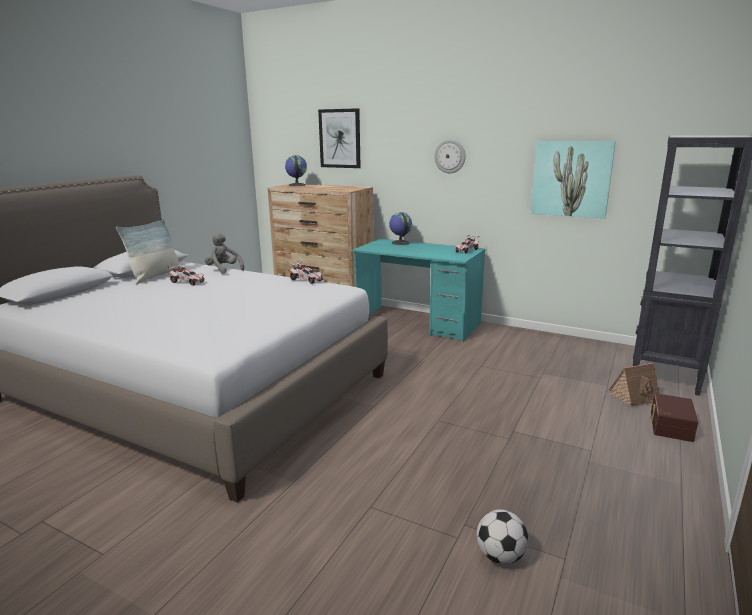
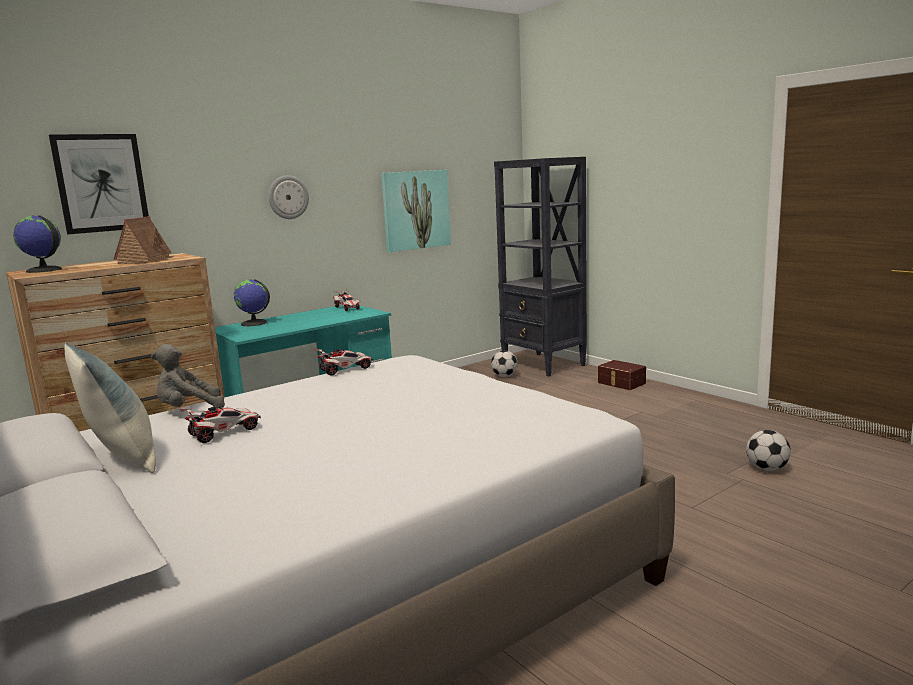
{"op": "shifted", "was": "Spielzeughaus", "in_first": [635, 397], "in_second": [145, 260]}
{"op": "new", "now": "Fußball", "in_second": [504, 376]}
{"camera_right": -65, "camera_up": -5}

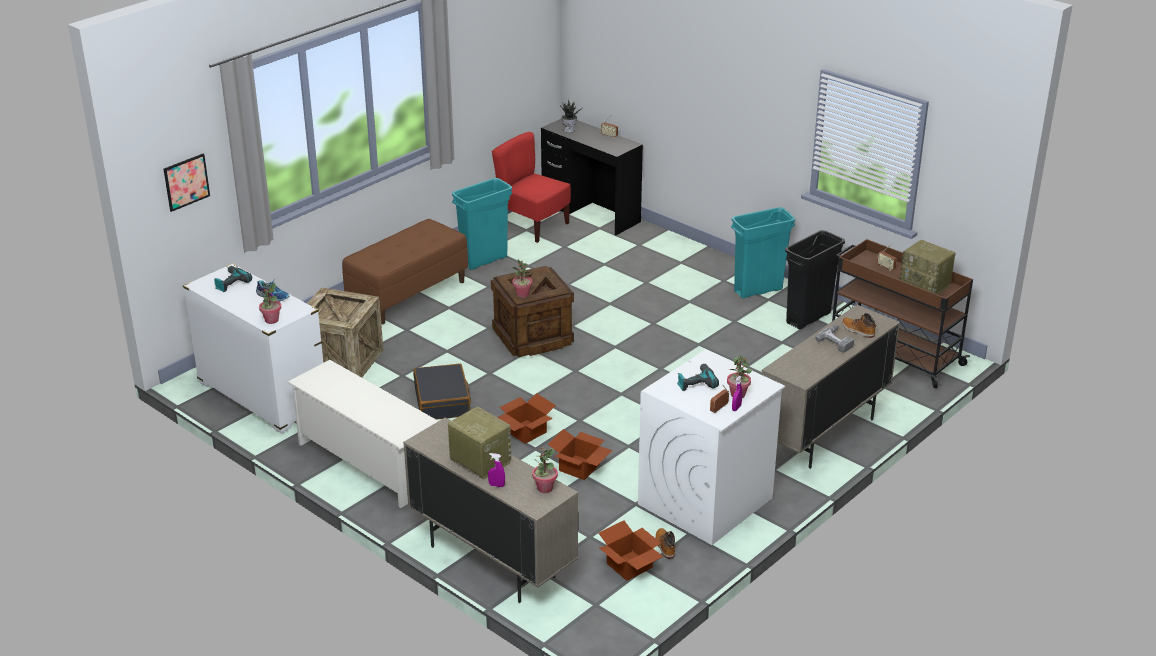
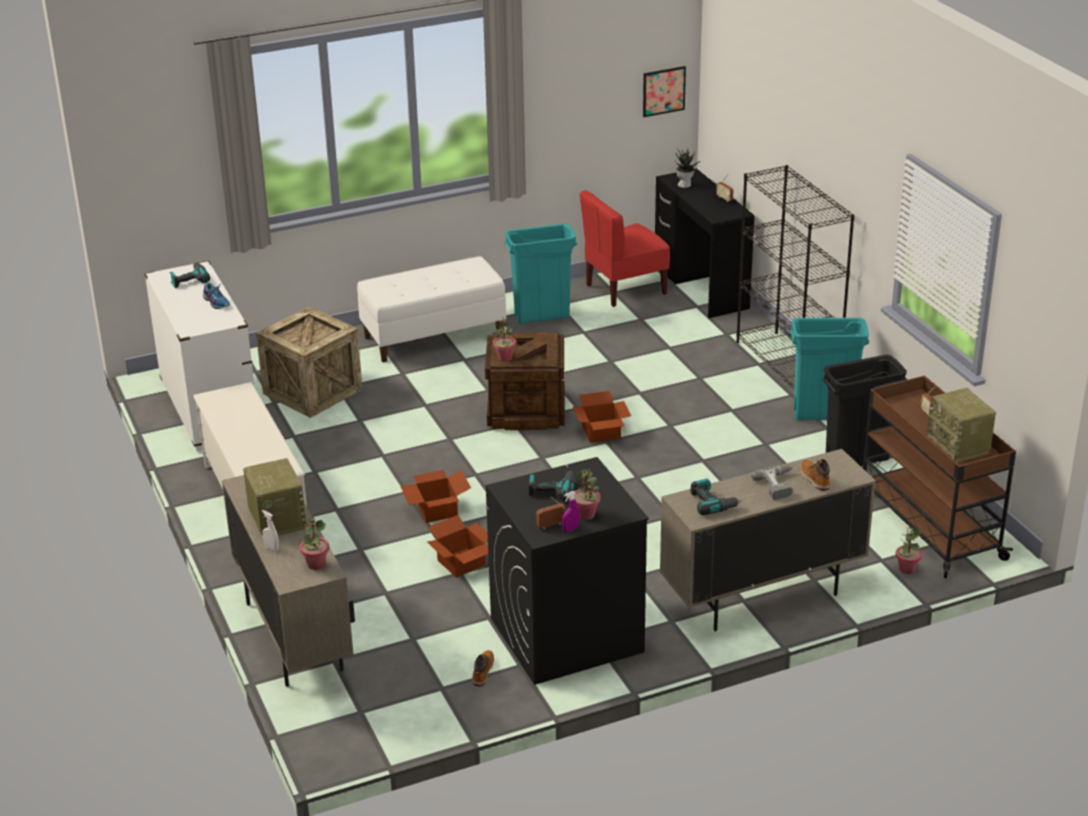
{"op": "repainted", "was": "Sprühflasche [lila]", "now": "Sprühflasche [weiß]", "in_first": [496, 485], "in_second": [271, 548]}
{"op": "repainted", "was": "Bank [braun]", "now": "Bank [weiß]", "in_first": [408, 294], "in_second": [434, 336]}
{"op": "repainted", "was": "Waschmaschine [weiß]", "now": "Waschmaschine [schwarz]", "in_first": [705, 501], "in_second": [565, 635]}
{"op": "shifted", "was": "Karton", "in_first": [629, 566], "in_second": [601, 433]}
{"op": "rotated", "was": "Stuhl [rot]", "in_first": [533, 226], "in_second": [625, 289], "clockwise": -90}
{"op": "shifted", "was": "Bild", "in_first": [186, 182], "in_second": [663, 91]}
{"op": "new", "now": "Bohrmaschine", "in_second": [712, 503]}
{"op": "new", "now": "Bücherregal [schwarz]", "in_second": [787, 365]}
{"op": "shifted", "was": "Topfpflanze", "in_first": [271, 320], "in_second": [906, 569]}
{"op": "gone", "was": "Koffer [schwarz]", "in_first": [442, 401]}
{"camera_right": 25, "camera_up": 0}

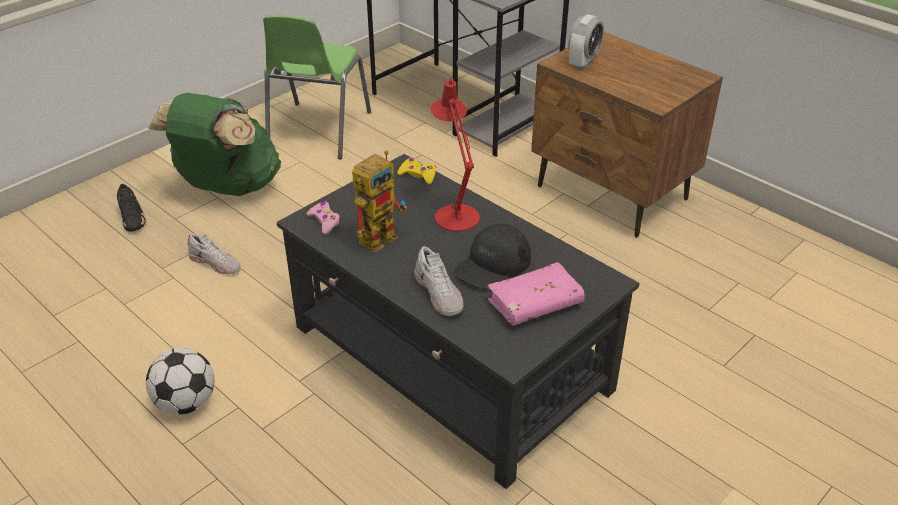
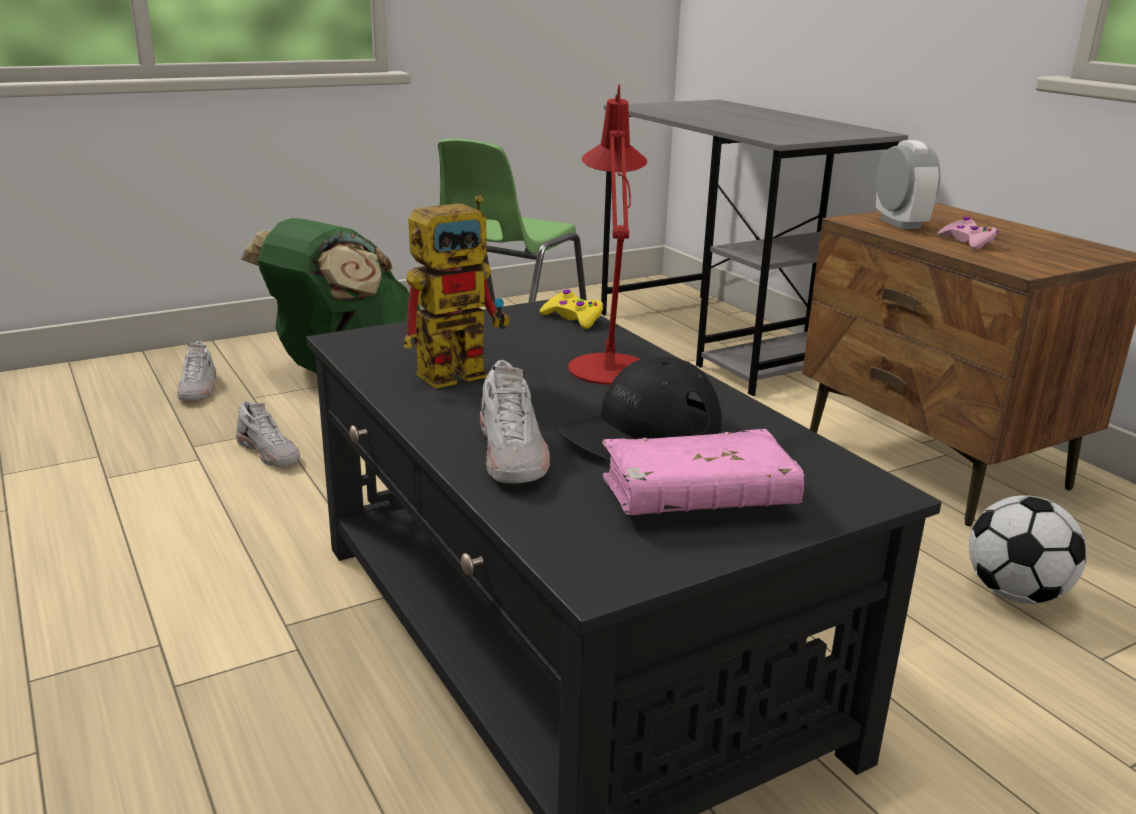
{"op": "repainted", "was": "Schuh [schwarz]", "now": "Schuh [weiß]", "in_first": [132, 217], "in_second": [199, 388]}
{"op": "rotated", "was": "Wecker", "in_first": [583, 63], "in_second": [900, 223], "clockwise": -60}
{"op": "shifted", "was": "Gamepad [rosa]", "in_first": [325, 221], "in_second": [967, 242]}
{"op": "shifted", "was": "Fußball", "in_first": [186, 403], "in_second": [1015, 594]}
{"camera_right": 15, "camera_up": -15}

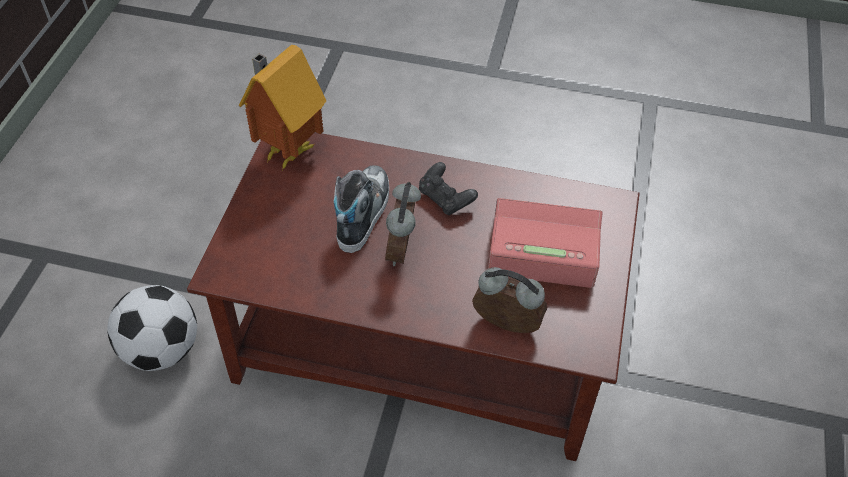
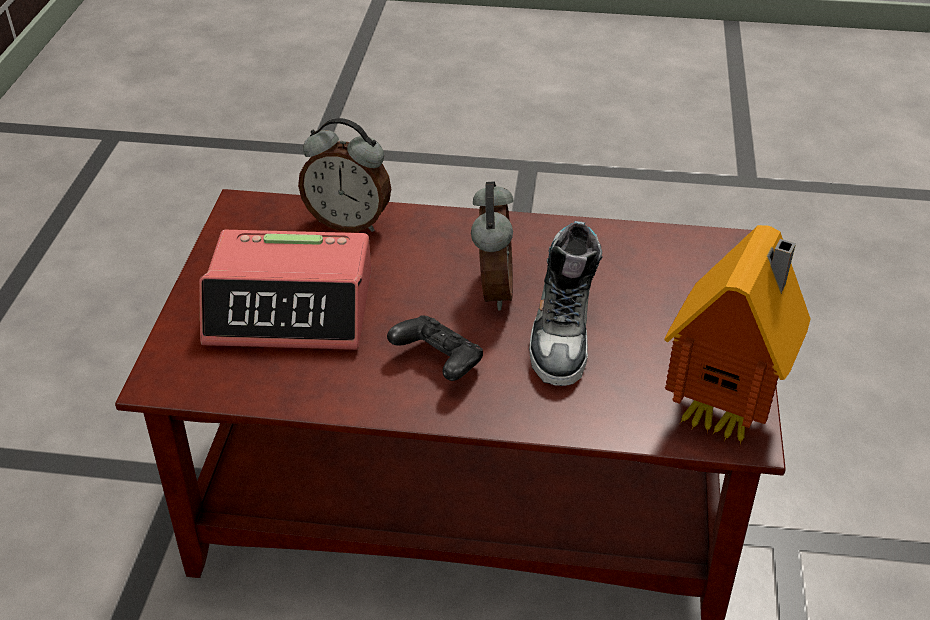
{"op": "gone", "was": "Fußball", "in_first": [162, 350]}
{"camera_right": 175, "camera_up": -10}

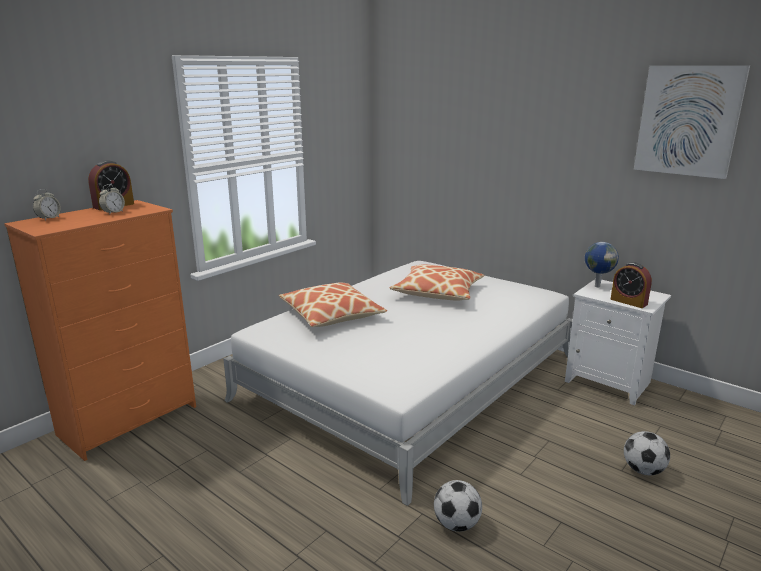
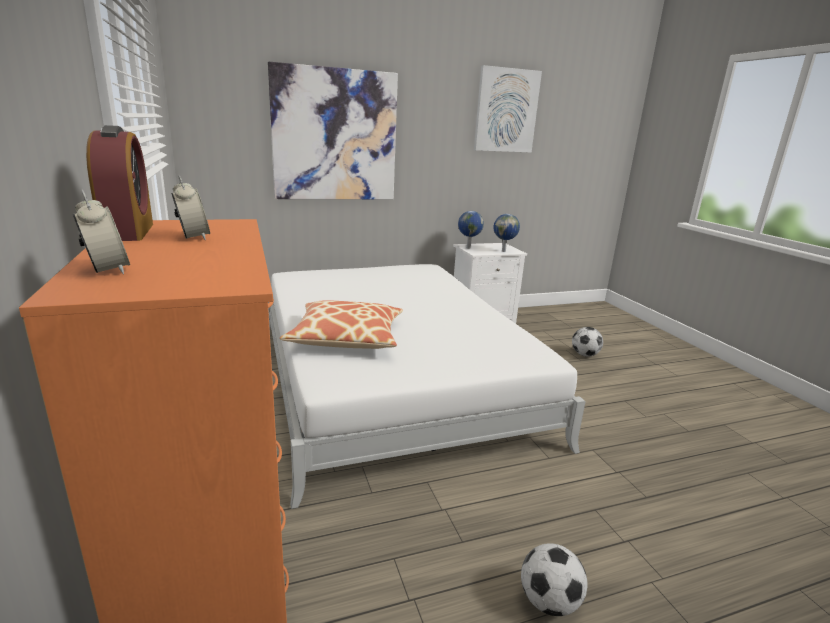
{"op": "new", "now": "Bild", "in_second": [335, 136]}
{"op": "swapped", "was": "Wecker", "now": "Globus", "in_first": [628, 302], "in_second": [504, 251]}
{"op": "shifted", "was": "Fußball", "in_first": [456, 524], "in_second": [548, 601]}
{"op": "gone", "was": "Kissen", "in_first": [438, 292]}
{"camera_right": -60, "camera_up": 0}

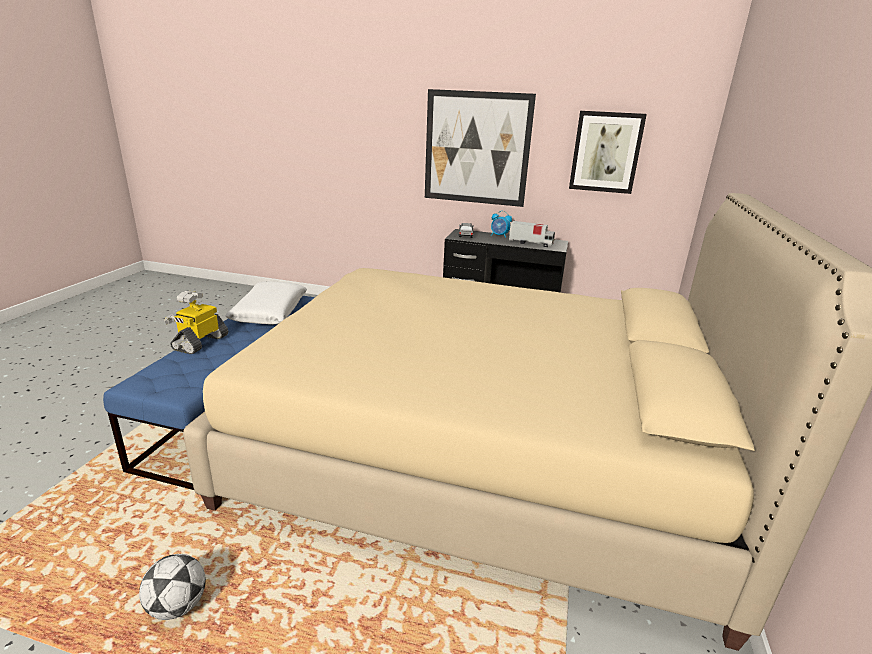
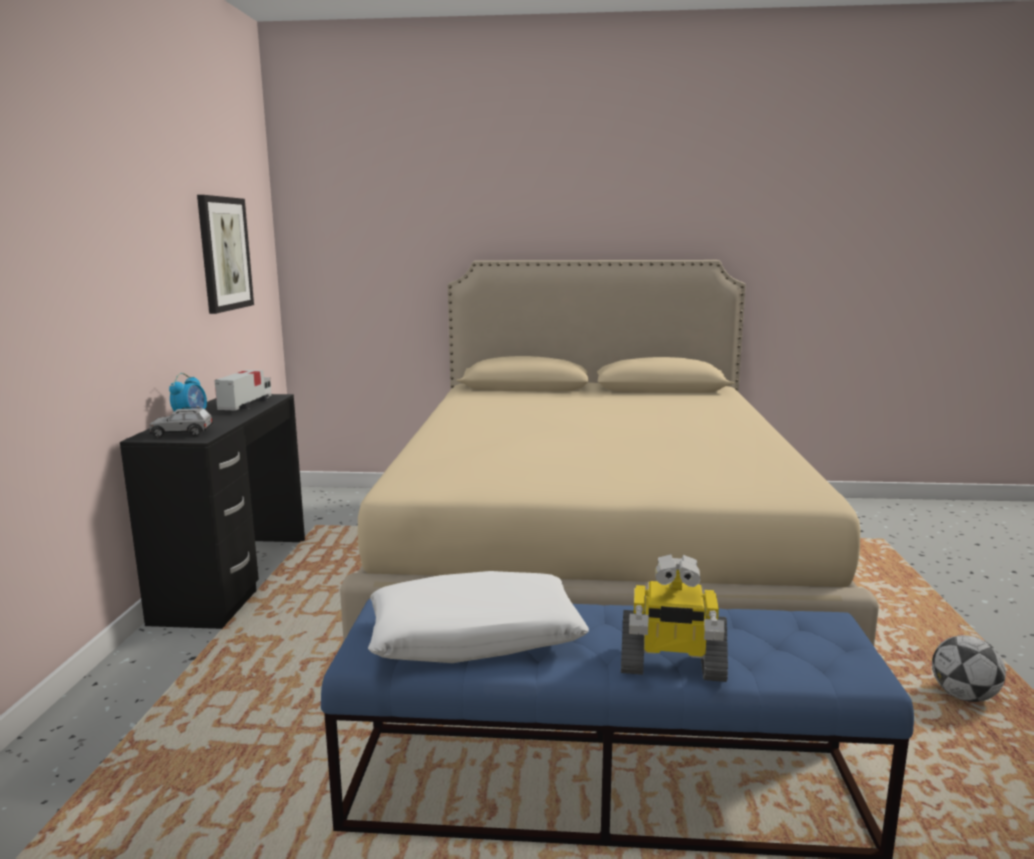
{"op": "gone", "was": "Bild", "in_first": [476, 149]}
{"camera_right": -100, "camera_up": -10}

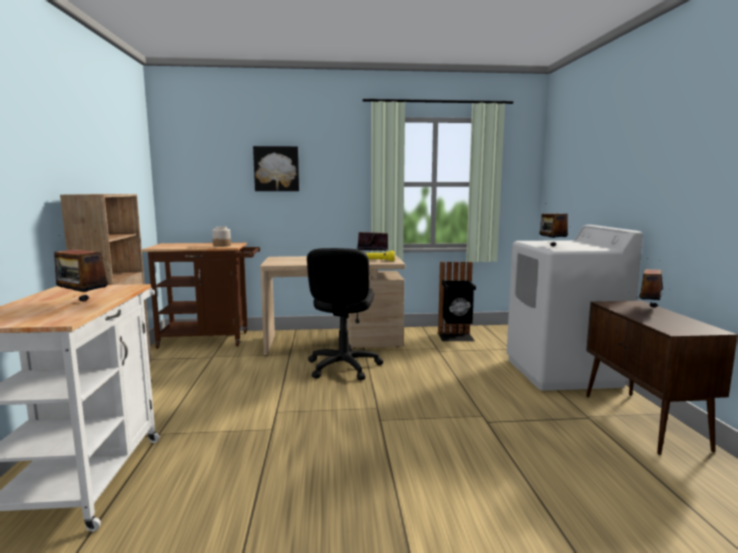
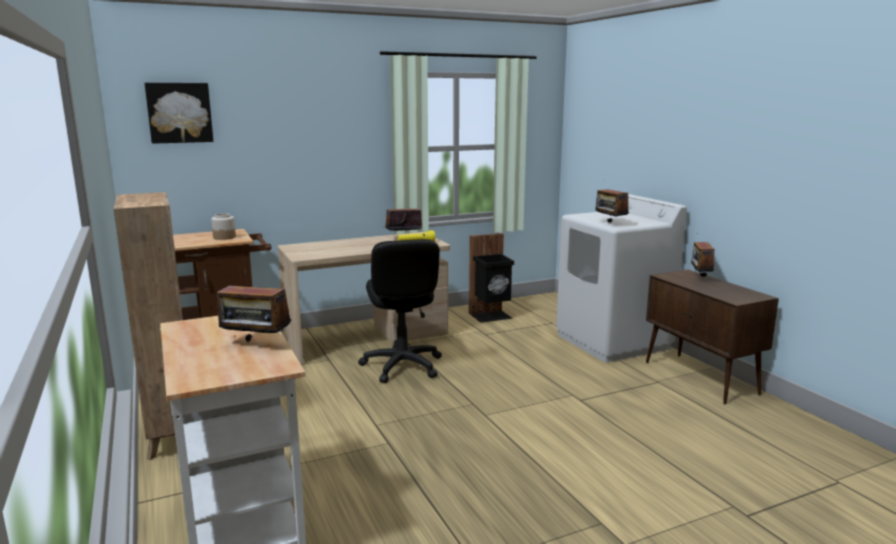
{"op": "shifted", "was": "Bild", "in_first": [276, 169], "in_second": [179, 113]}
{"camera_right": -20, "camera_up": 5}

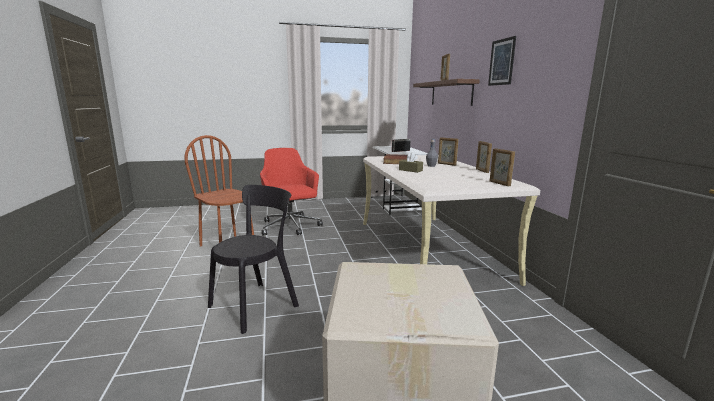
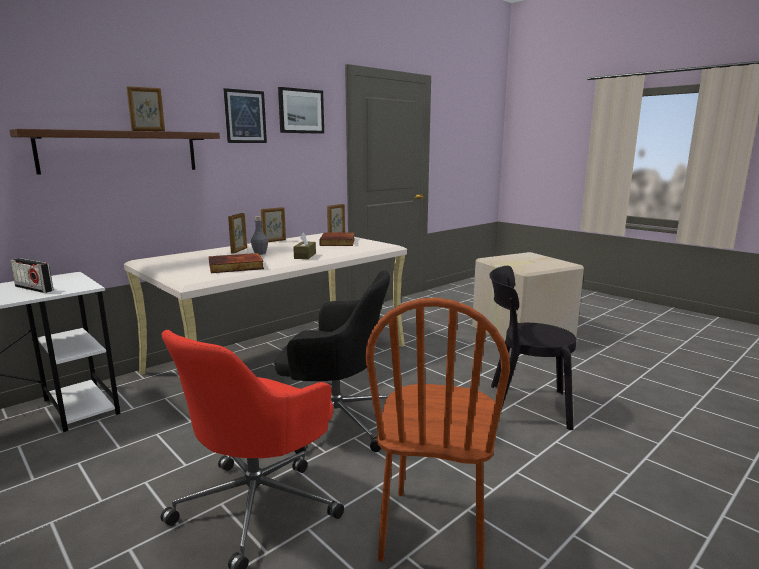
{"op": "new", "now": "Bürostuhl [schwarz]", "in_second": [335, 421]}
{"op": "new", "now": "Bild", "in_second": [301, 111]}
{"op": "new", "now": "Buch", "in_second": [338, 242]}
{"camera_right": -120, "camera_up": 0}

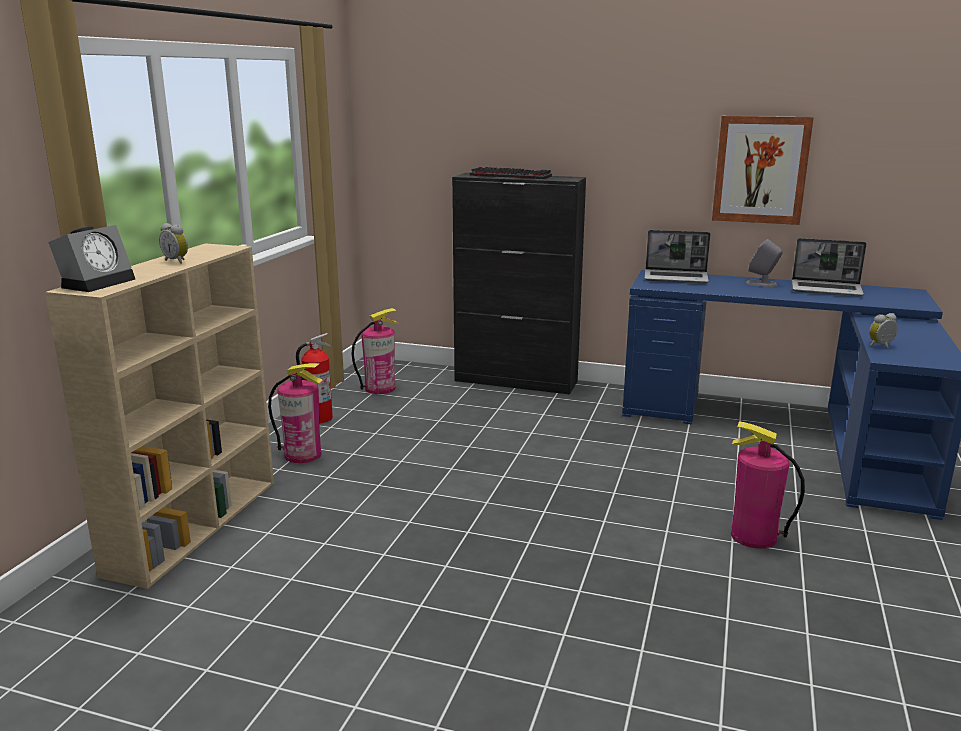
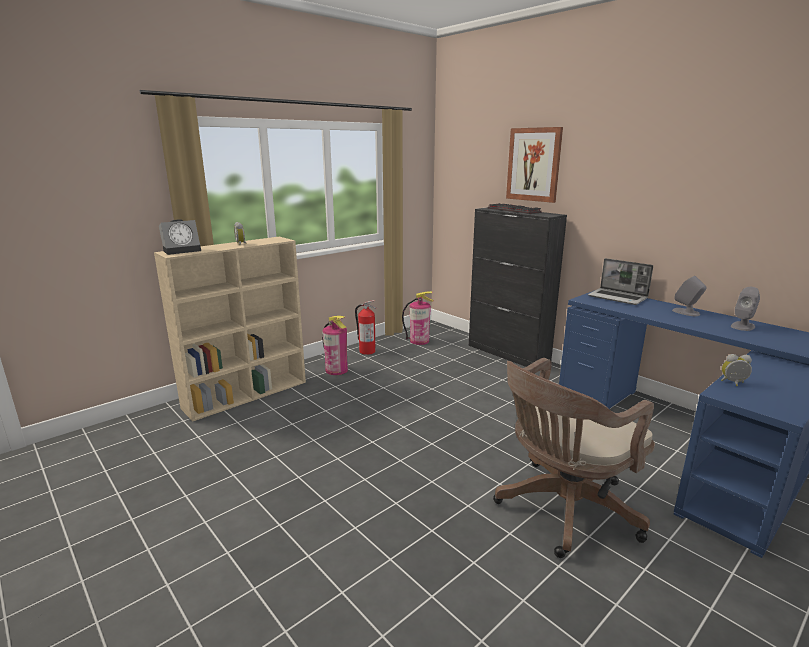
{"op": "swapped", "was": "Feuerlöscher", "now": "Bürostuhl [braun]", "in_first": [753, 536], "in_second": [562, 510]}
{"op": "shifted", "was": "Bild", "in_first": [760, 170], "in_second": [534, 164]}
{"op": "swapped", "was": "Laptop", "now": "Lautsprecher [grau]", "in_first": [827, 289], "in_second": [742, 326]}
{"camera_right": 30, "camera_up": 0}

